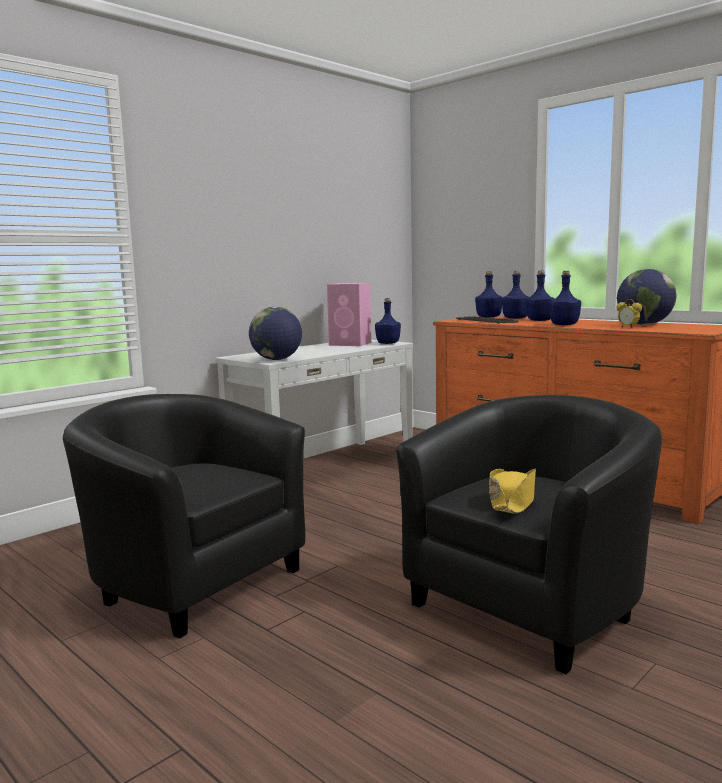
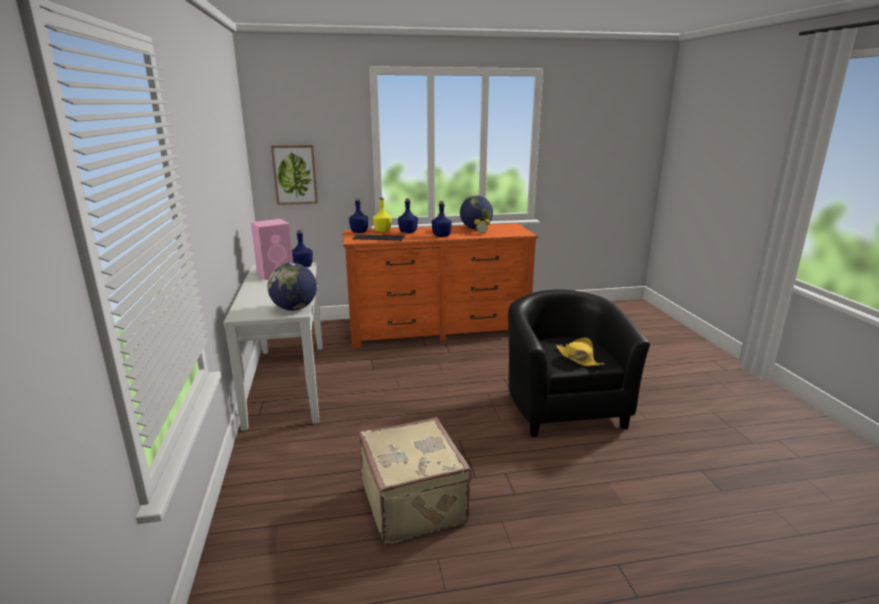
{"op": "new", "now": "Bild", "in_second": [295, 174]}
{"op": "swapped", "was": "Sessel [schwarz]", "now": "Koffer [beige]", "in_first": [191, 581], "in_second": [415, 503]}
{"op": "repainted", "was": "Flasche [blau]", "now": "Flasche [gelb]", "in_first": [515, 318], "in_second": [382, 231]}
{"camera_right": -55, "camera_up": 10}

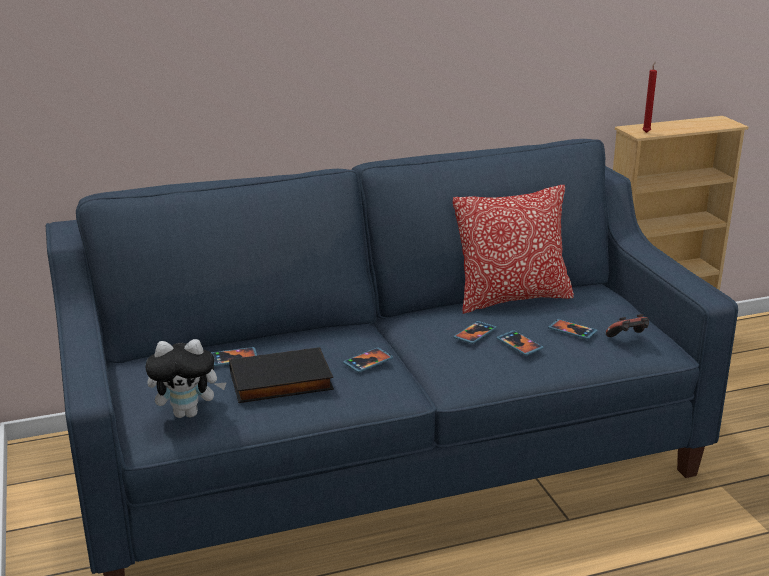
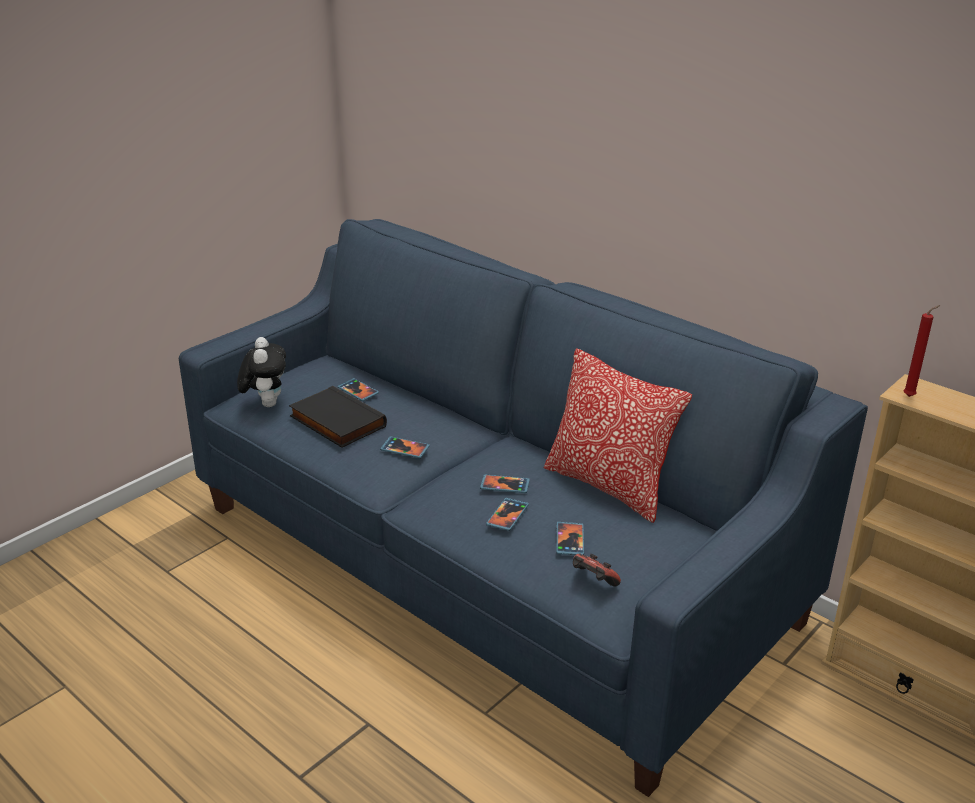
{"op": "rotated", "was": "Plüschtier", "in_first": [188, 413], "in_second": [266, 403], "clockwise": -150}
{"camera_right": 60, "camera_up": 5}

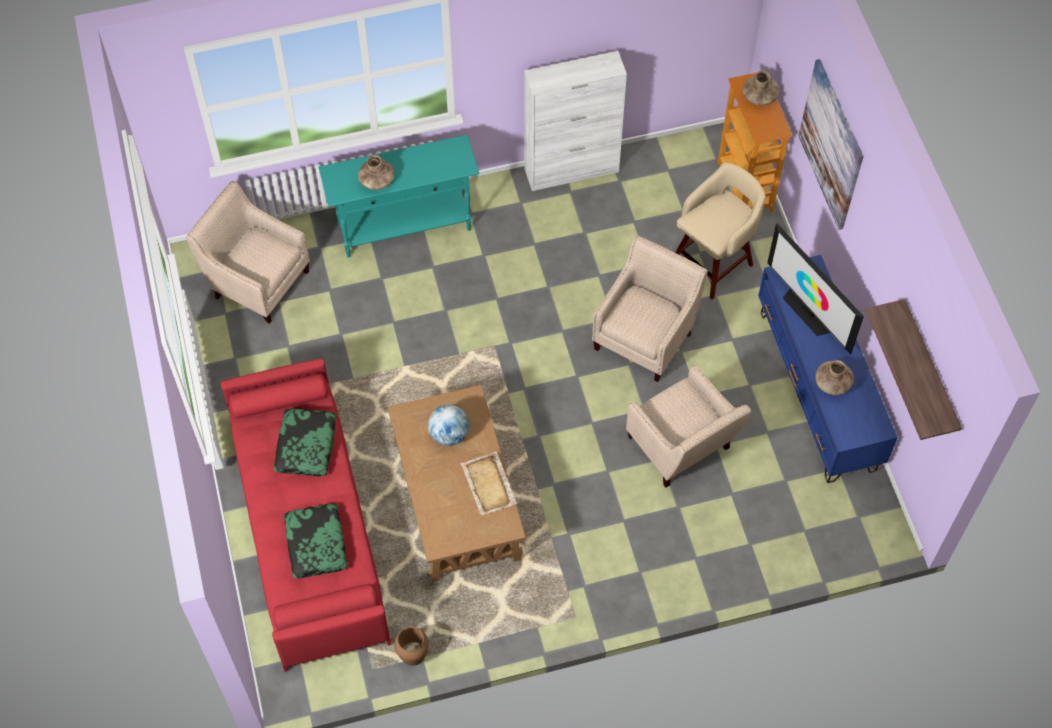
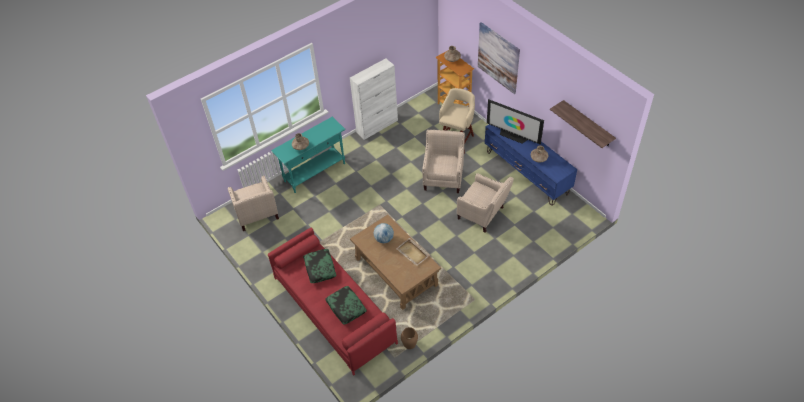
{"op": "rotated", "was": "Sessel [beige]", "in_first": [257, 280], "in_second": [257, 216], "clockwise": -120}
{"camera_right": -20, "camera_up": -10}

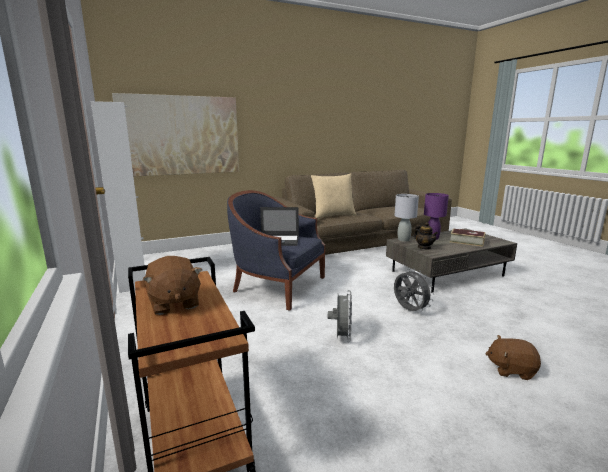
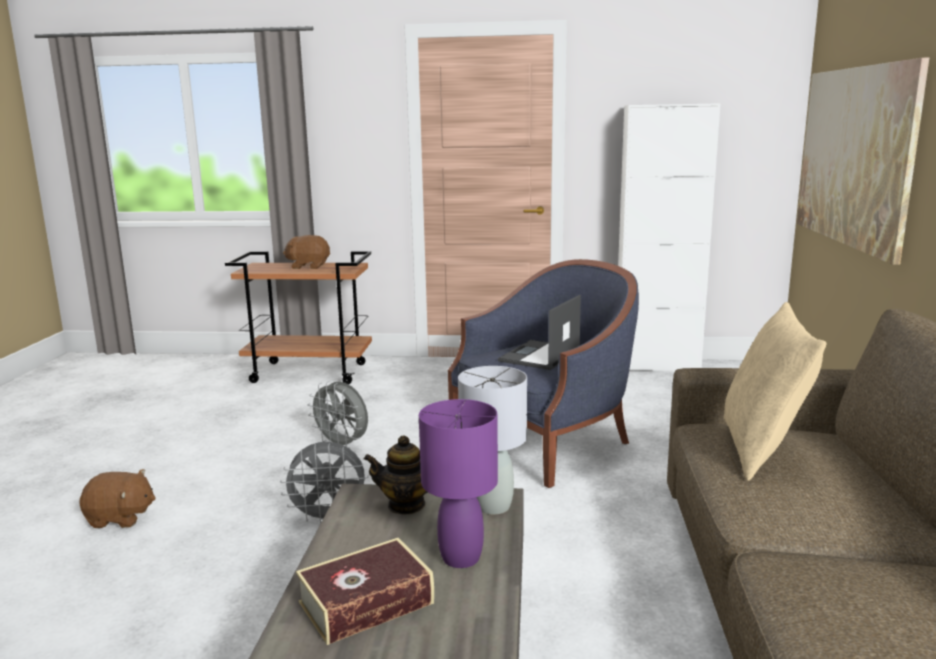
{"op": "rotated", "was": "Plüschtier [braun]", "in_first": [511, 369], "in_second": [120, 518], "clockwise": 45}
{"camera_right": 120, "camera_up": 0}

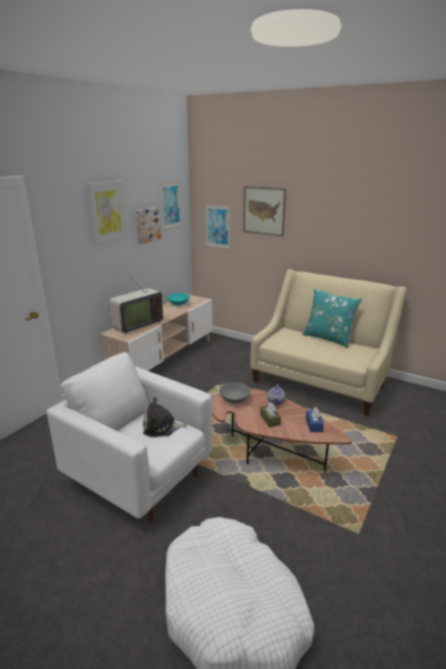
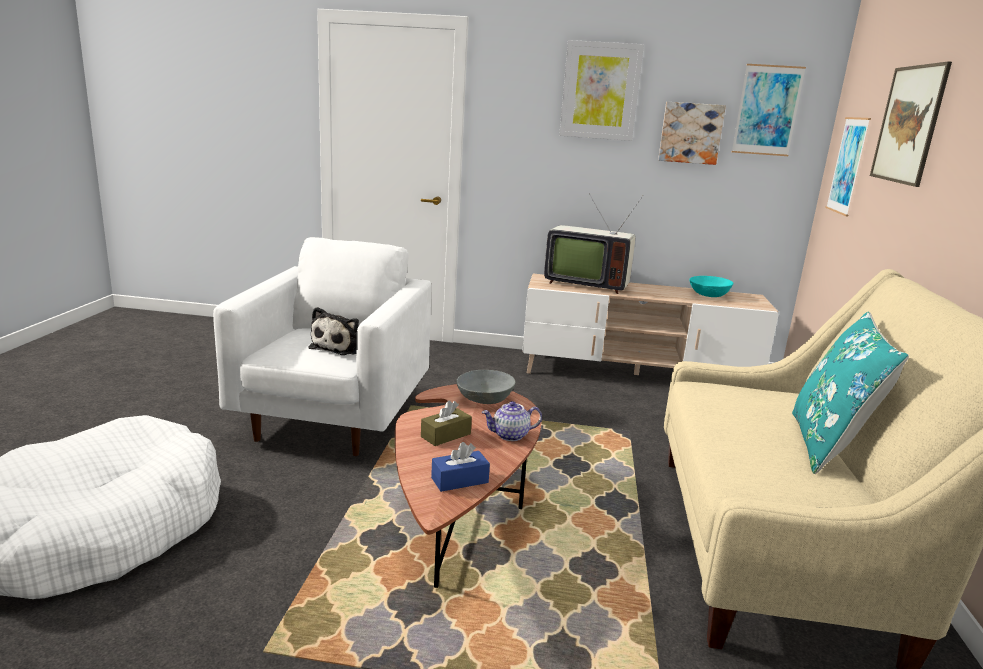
{"op": "rotated", "was": "Plüschtier", "in_first": [161, 427], "in_second": [340, 347], "clockwise": -135}
{"camera_right": 65, "camera_up": -5}

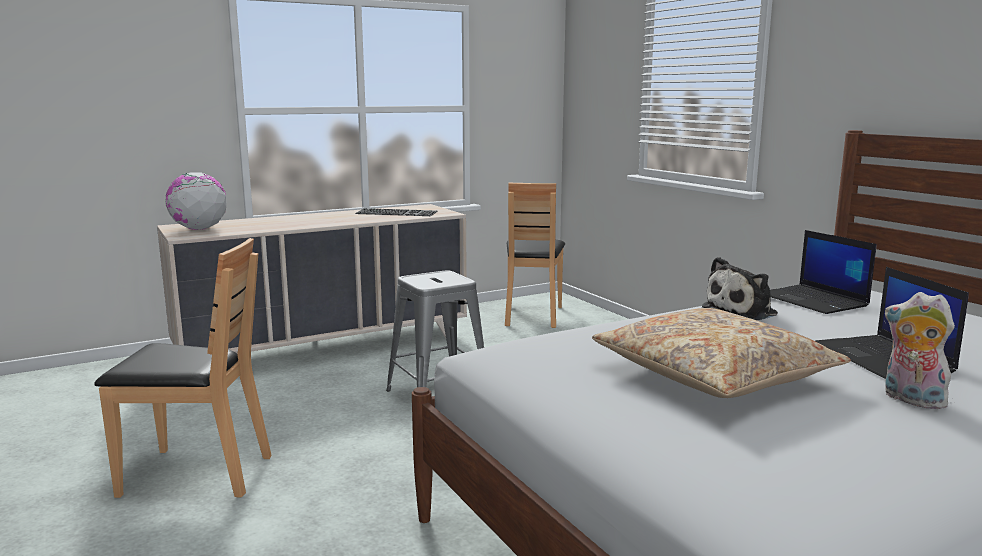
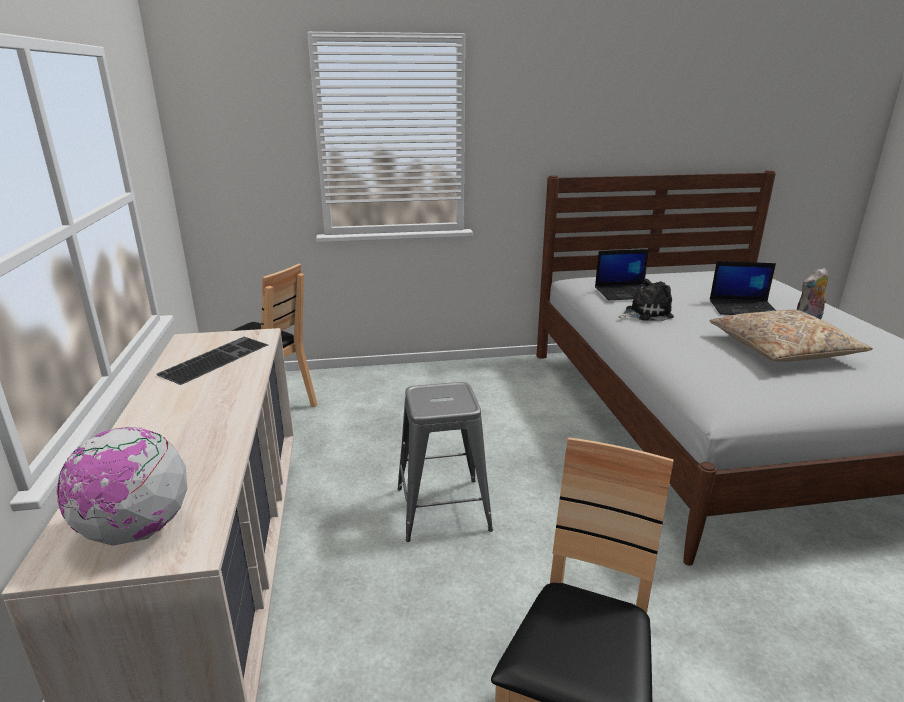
{"op": "rotated", "was": "Plüschtier", "in_first": [743, 311], "in_second": [645, 313], "clockwise": -90}
{"camera_right": -70, "camera_up": 10}

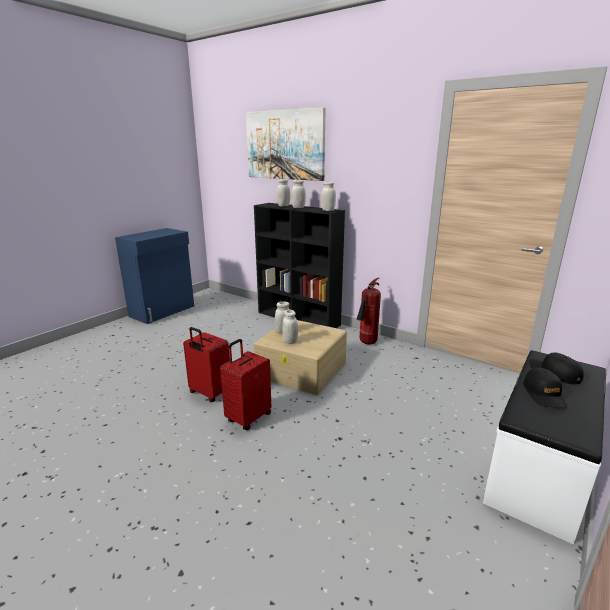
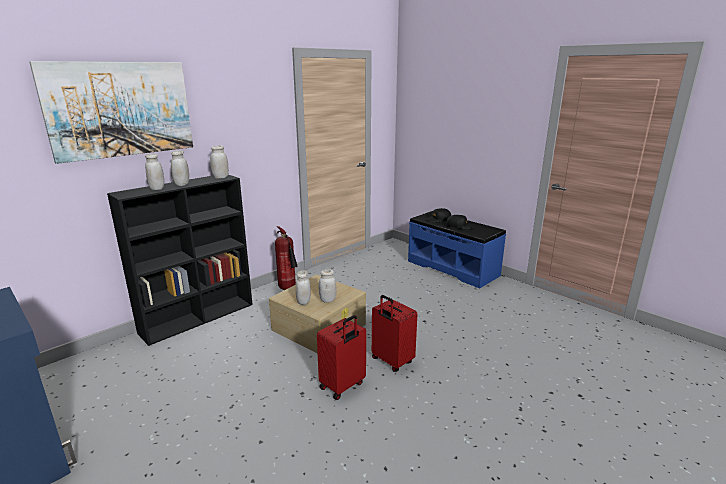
{"op": "repainted", "was": "Bank [weiß]", "now": "Bank [blau]", "in_first": [540, 467], "in_second": [453, 268]}
{"camera_right": -80, "camera_up": 0}

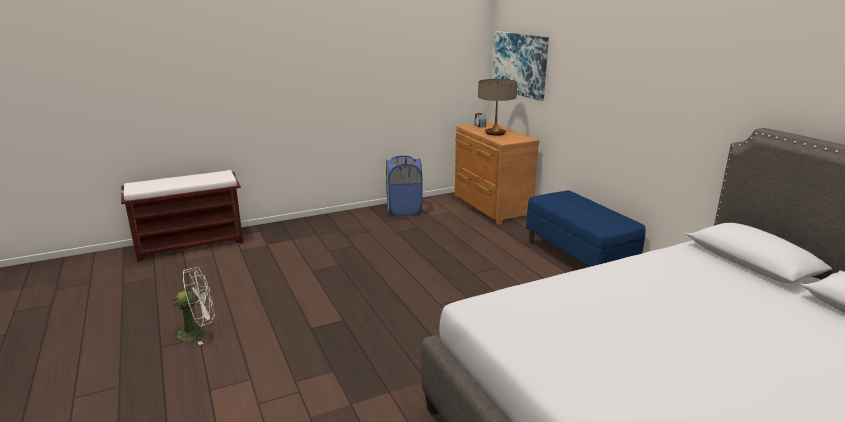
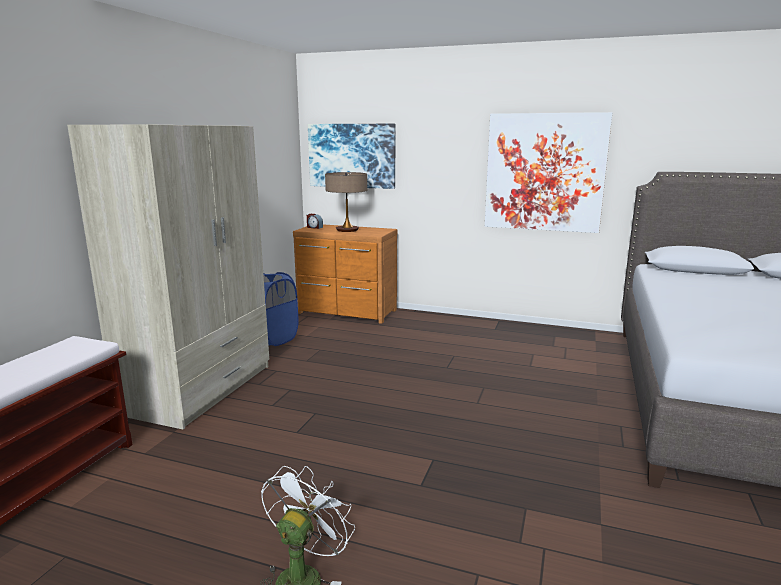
{"op": "new", "now": "Kleiderschrank [beige]", "in_second": [200, 388]}
{"op": "new", "now": "Bild", "in_second": [544, 172]}
{"op": "gone", "was": "Bank [blau]", "in_first": [579, 258]}
{"camera_right": -45, "camera_up": -5}

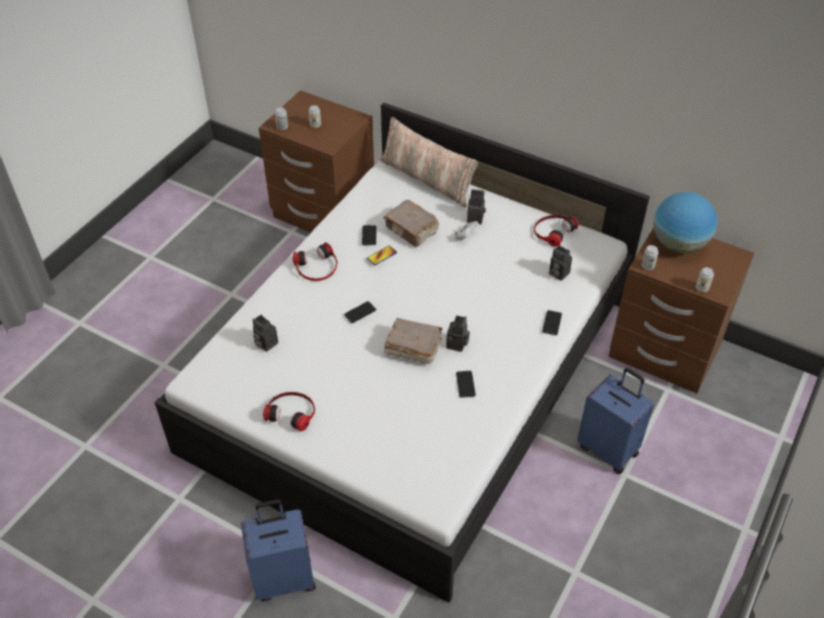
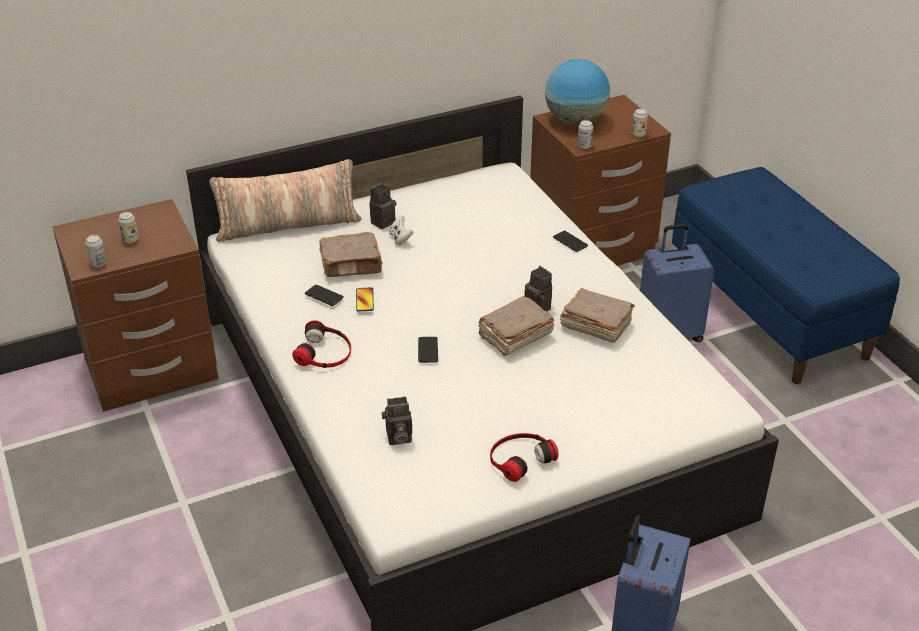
{"op": "swapped", "was": "Handy", "now": "Buch [braun]", "in_first": [465, 384], "in_second": [595, 325]}
{"op": "new", "now": "Bank [blau]", "in_second": [770, 312]}
{"op": "gone", "was": "Kopfhörer", "in_first": [552, 231]}
{"op": "gone", "was": "Kamera", "in_first": [557, 273]}
{"camera_right": -55, "camera_up": -10}

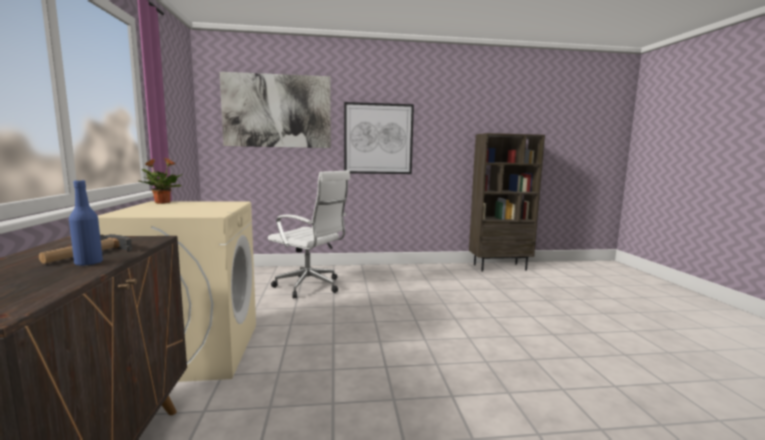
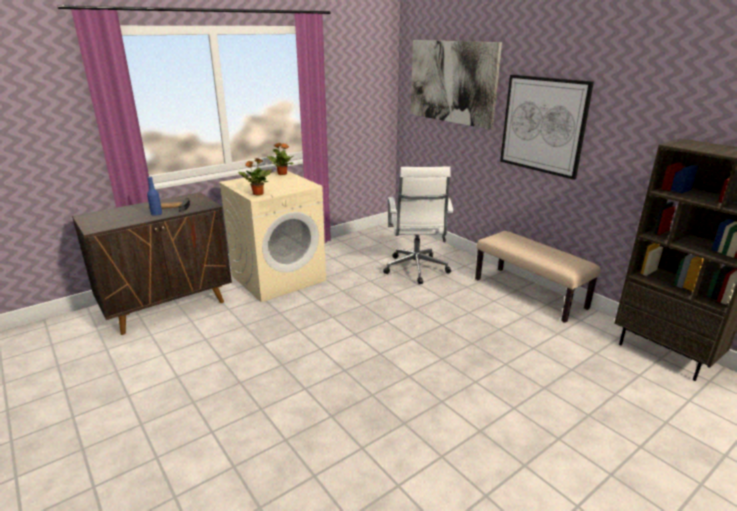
{"op": "new", "now": "Topfpflanze", "in_second": [257, 194]}
{"op": "new", "now": "Bank [beige]", "in_second": [529, 293]}
{"camera_right": 60, "camera_up": 15}

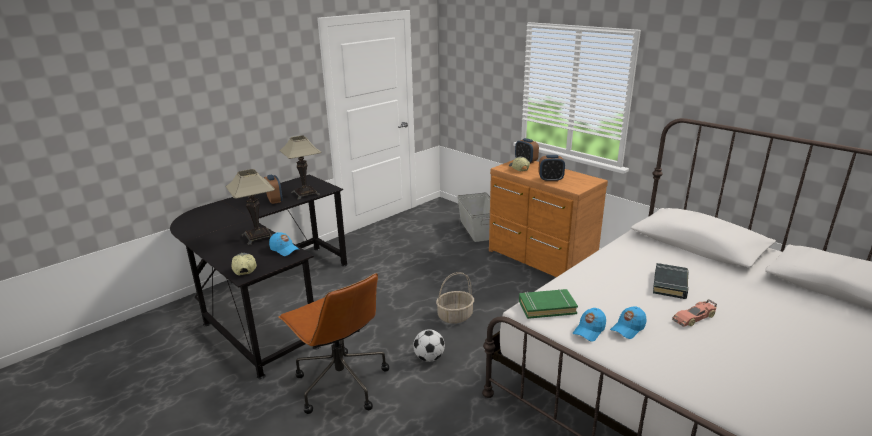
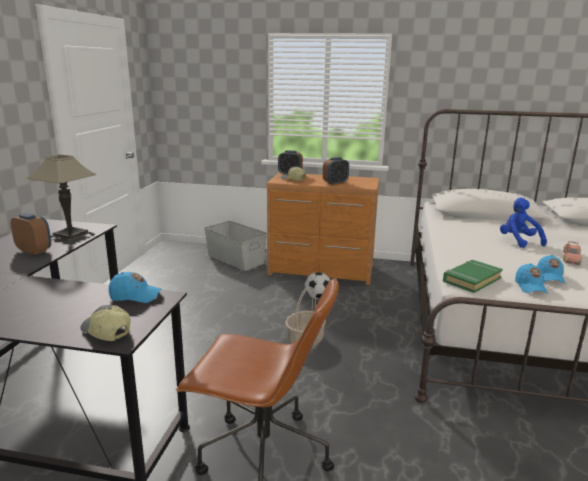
{"op": "shifted", "was": "Fußball", "in_first": [429, 358], "in_second": [317, 297]}
{"op": "swapped", "was": "Buch [schwarz]", "now": "Plüschtier [blau]", "in_first": [670, 284], "in_second": [518, 241]}
{"op": "gone", "was": "Tischlampe", "in_first": [258, 237]}
{"camera_right": -35, "camera_up": -5}

